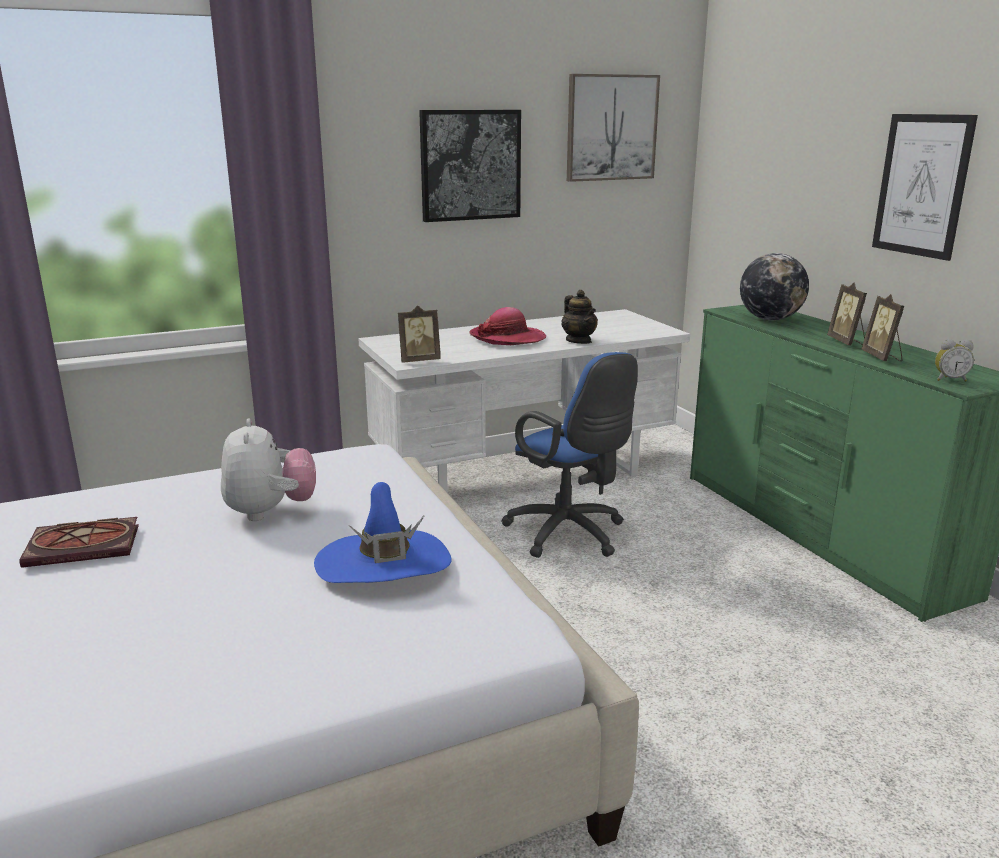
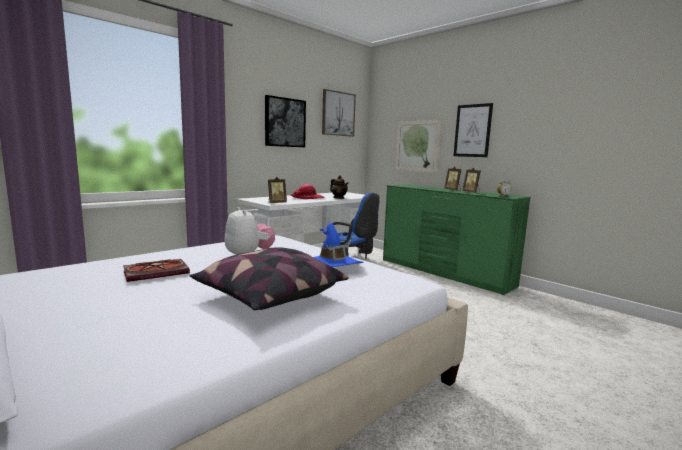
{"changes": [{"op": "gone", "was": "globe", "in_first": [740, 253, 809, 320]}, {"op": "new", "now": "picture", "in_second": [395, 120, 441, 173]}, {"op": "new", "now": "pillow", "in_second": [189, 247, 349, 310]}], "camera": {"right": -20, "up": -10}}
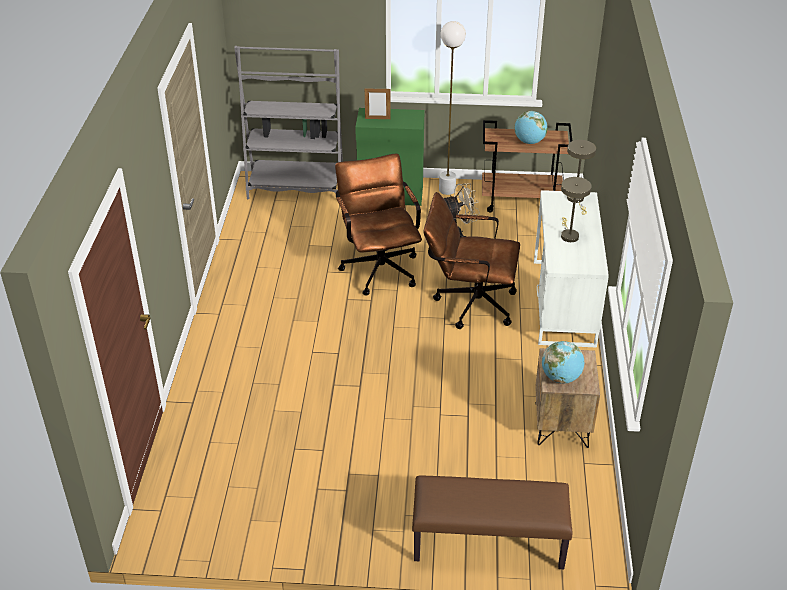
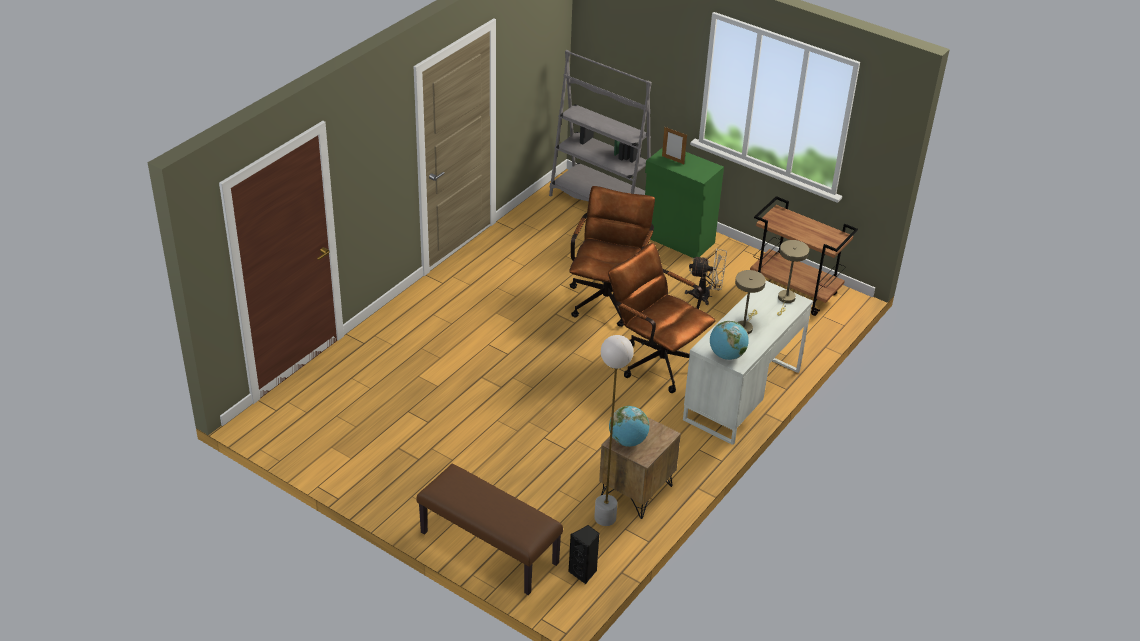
{"changes": [{"op": "shifted", "was": "white floor lamp", "in_first": [439, 21, 466, 195], "in_second": [594, 335, 634, 526]}, {"op": "shifted", "was": "globe", "in_first": [515, 111, 548, 144], "in_second": [710, 321, 749, 360]}, {"op": "new", "now": "black speaker", "in_second": [569, 525, 600, 584]}], "camera": {"right": 30, "up": 0}}
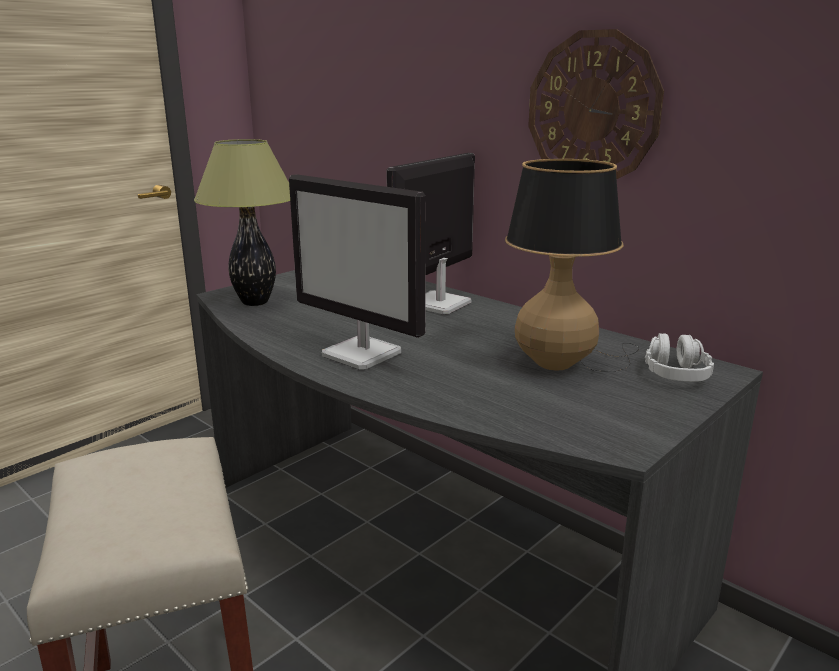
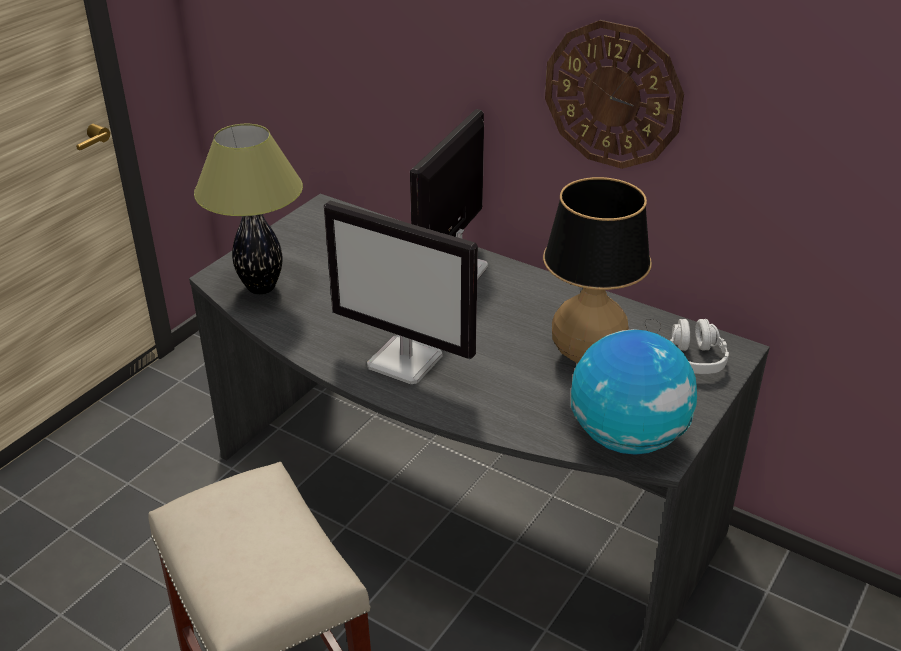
{"changes": [{"op": "new", "now": "globe", "in_second": [571, 329, 697, 455]}], "camera": {"right": -10, "up": 15}}
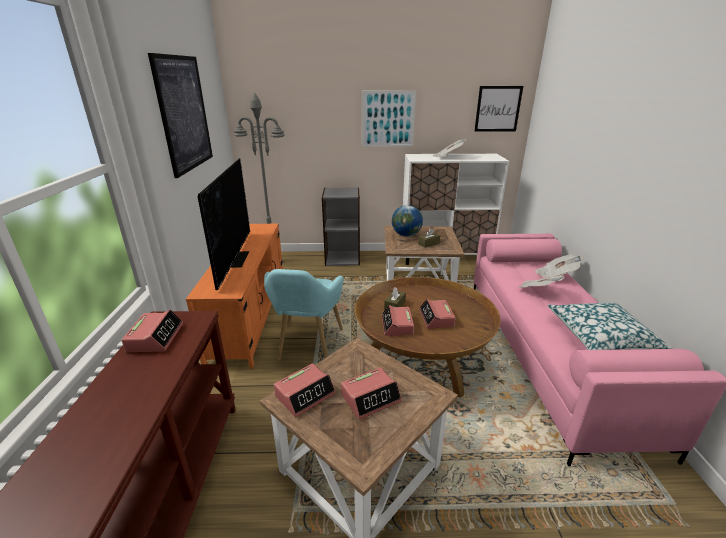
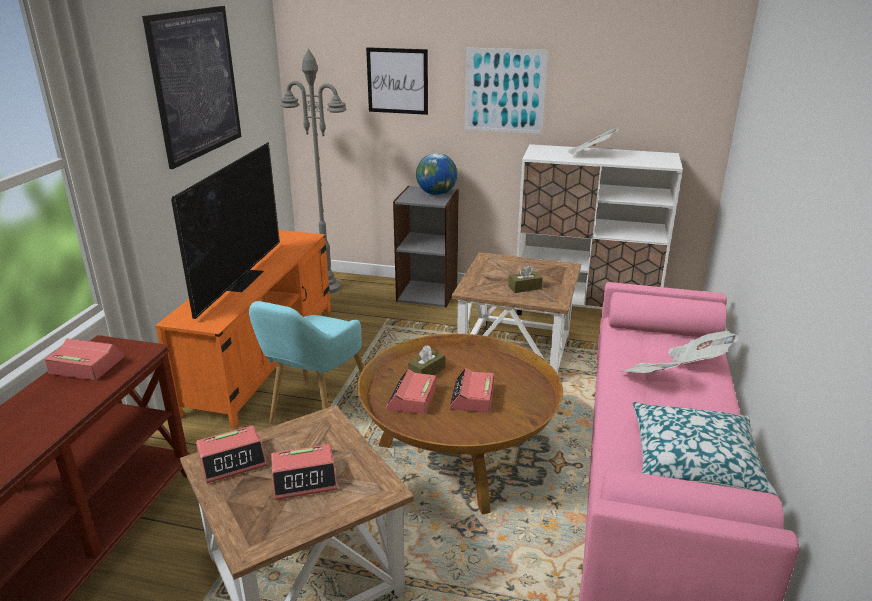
{"changes": [{"op": "shifted", "was": "picture", "in_first": [474, 86, 523, 131], "in_second": [366, 47, 428, 115]}, {"op": "shifted", "was": "globe", "in_first": [392, 205, 423, 236], "in_second": [416, 153, 457, 195]}, {"op": "rotated", "was": "alarm clock", "in_first": [122, 310, 183, 352], "in_second": [44, 338, 124, 380], "clockwise": -90}], "camera": {"right": 15, "up": 0}}
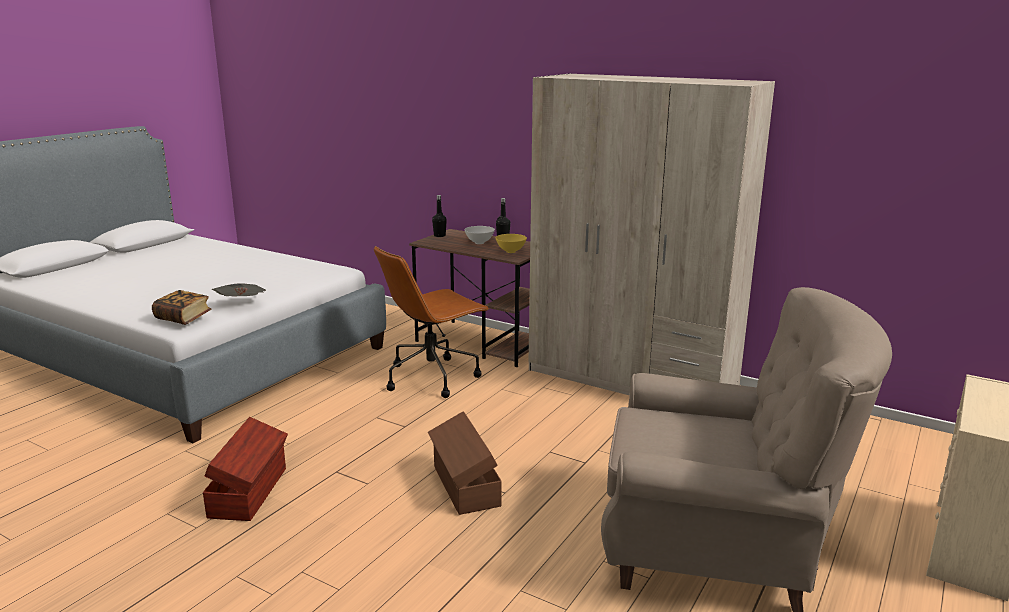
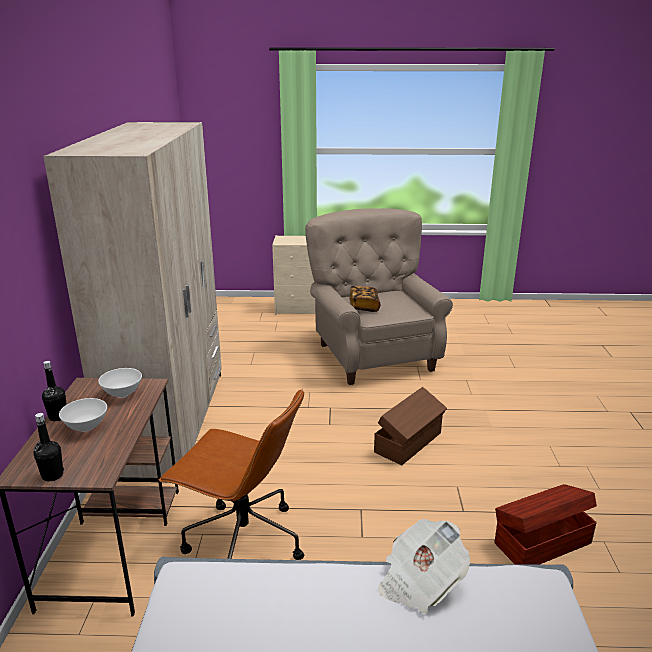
{"changes": [{"op": "repainted", "was": "yellow bowl", "now": "white bowl", "in_first": [496, 234, 527, 253], "in_second": [98, 368, 142, 398]}, {"op": "shifted", "was": "book", "in_first": [152, 290, 211, 325], "in_second": [349, 286, 380, 312]}], "camera": {"right": -120, "up": 5}}
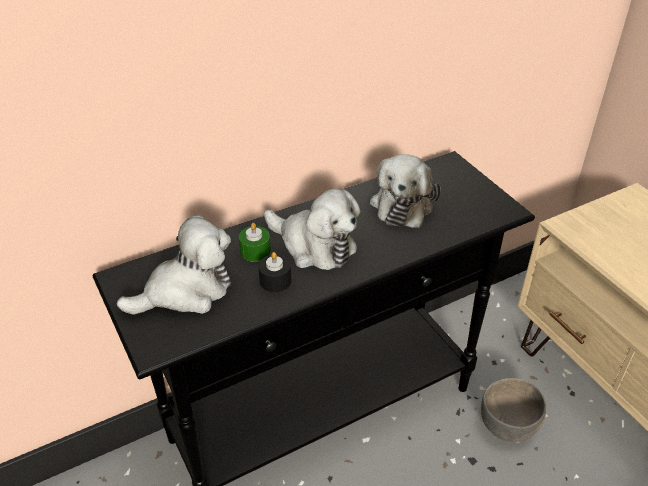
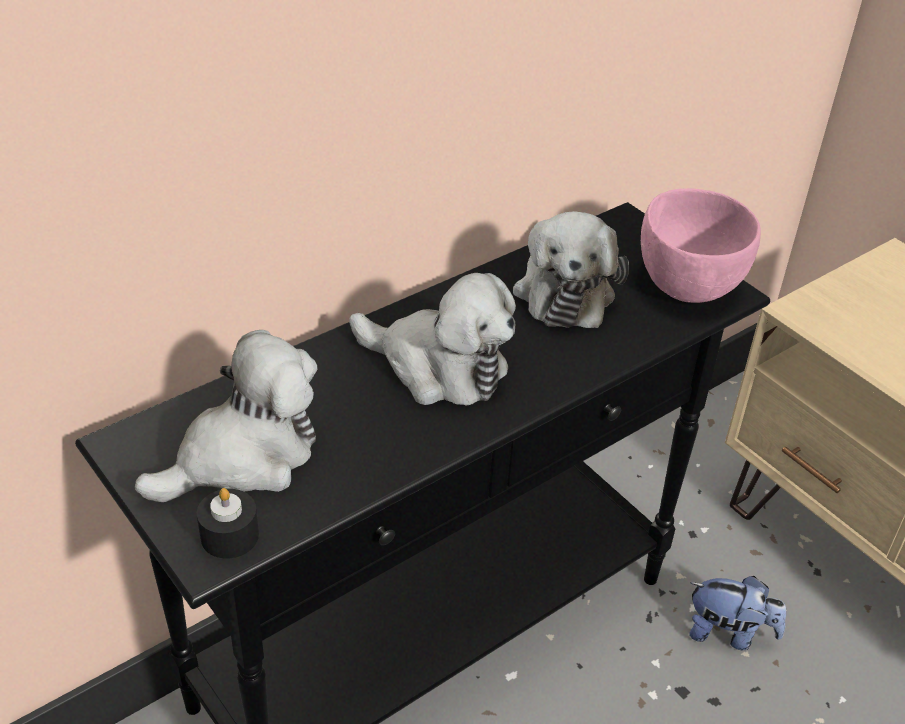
{"changes": [{"op": "gone", "was": "green candle", "in_first": [239, 223, 271, 262]}, {"op": "shifted", "was": "black candle", "in_first": [258, 252, 291, 292], "in_second": [197, 488, 259, 558]}, {"op": "swapped", "was": "grey bowl", "now": "plush toy", "in_first": [481, 378, 546, 442], "in_second": [689, 576, 786, 650]}, {"op": "new", "now": "pink bowl", "in_second": [641, 188, 761, 303]}], "camera": {"right": -10, "up": 0}}
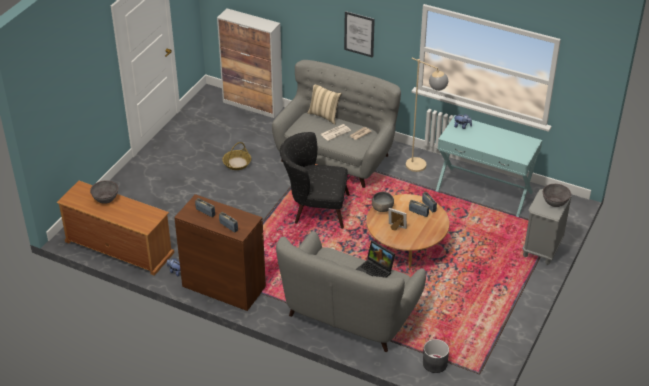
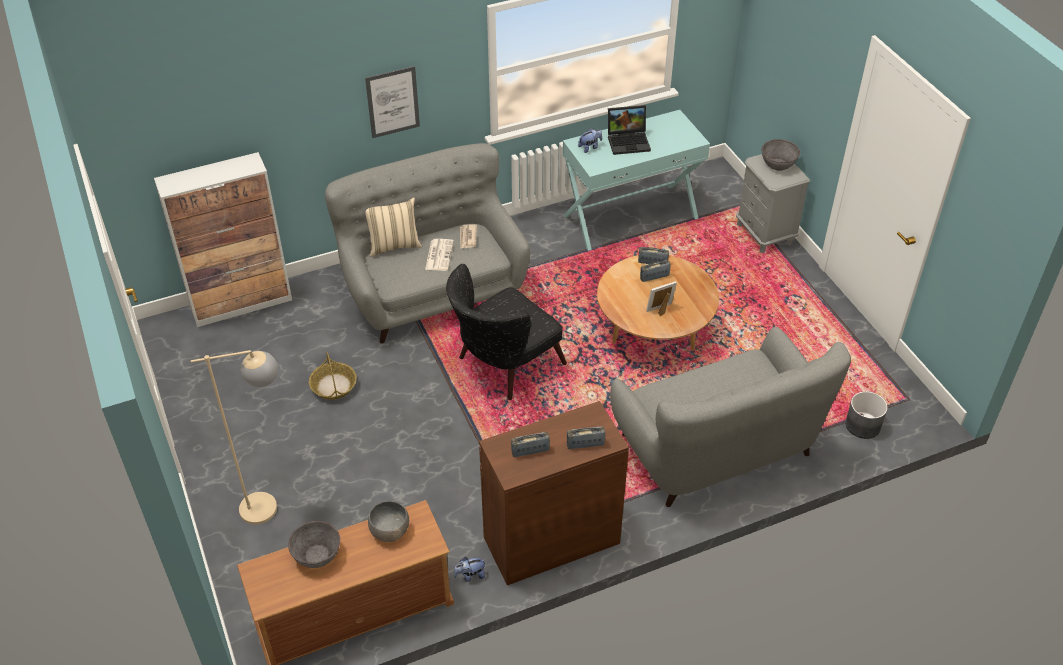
{"changes": [{"op": "shifted", "was": "beige floor lamp", "in_first": [406, 58, 448, 172], "in_second": [191, 350, 278, 524]}, {"op": "shifted", "was": "grey bowl", "in_first": [372, 192, 394, 212], "in_second": [368, 501, 409, 542]}, {"op": "shifted", "was": "laptop", "in_first": [356, 240, 395, 278], "in_second": [608, 105, 651, 155]}], "camera": {"right": -50, "up": 5}}
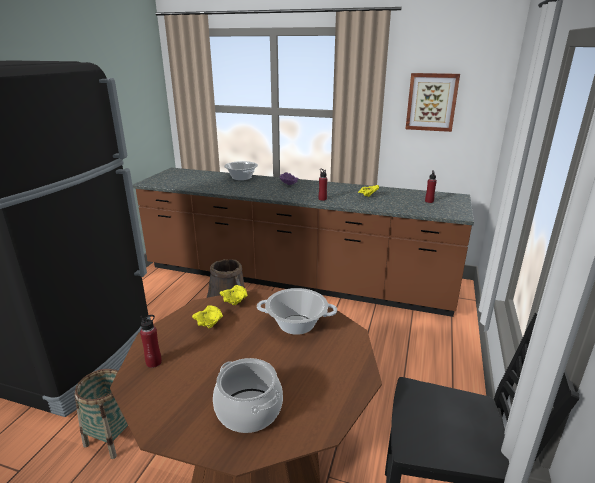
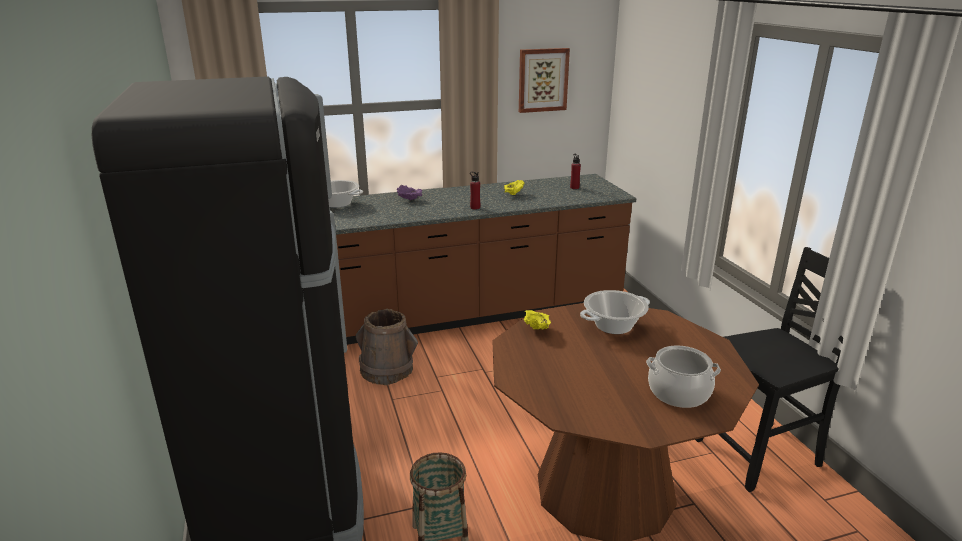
{"changes": [{"op": "gone", "was": "yellow bowl", "in_first": [192, 305, 223, 328]}, {"op": "gone", "was": "red bottle", "in_first": [140, 315, 162, 368]}], "camera": {"right": -35, "up": 0}}
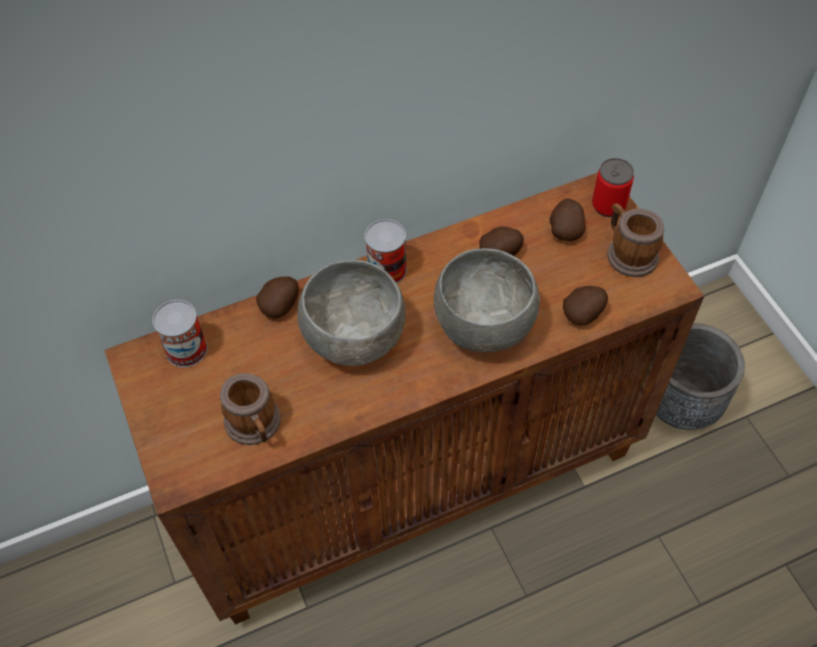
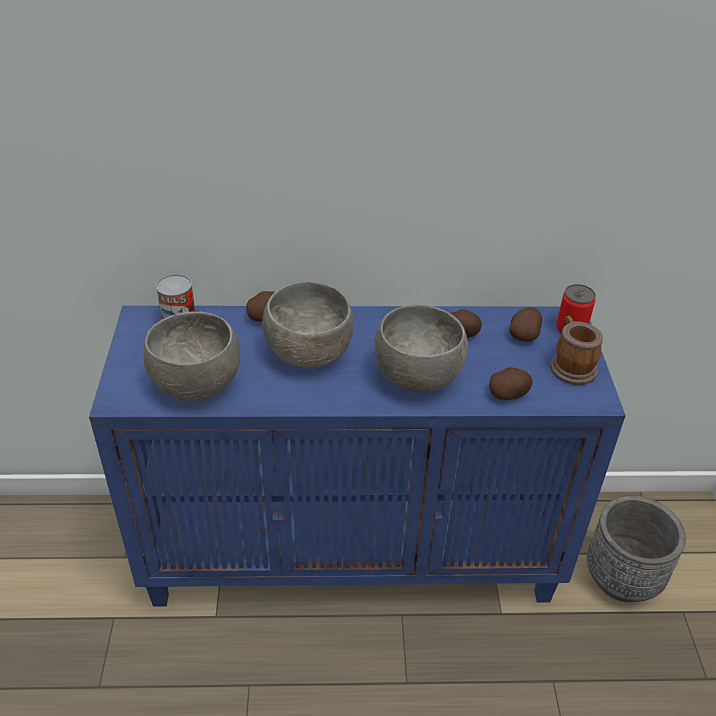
{"changes": [{"op": "repainted", "was": "brown cabinet", "now": "blue cabinet", "in_first": [104, 173, 704, 624], "in_second": [89, 306, 626, 607]}, {"op": "gone", "was": "can", "in_first": [365, 219, 407, 283]}, {"op": "swapped", "was": "mug", "now": "grey bowl", "in_first": [220, 373, 281, 445], "in_second": [143, 311, 240, 401]}], "camera": {"right": 20, "up": -15}}
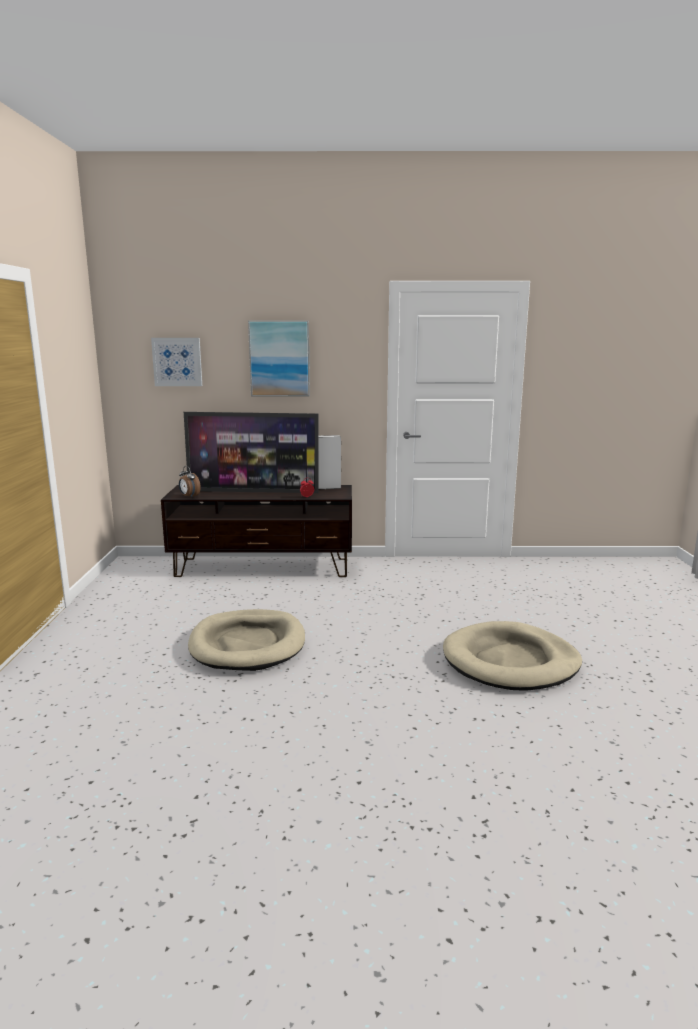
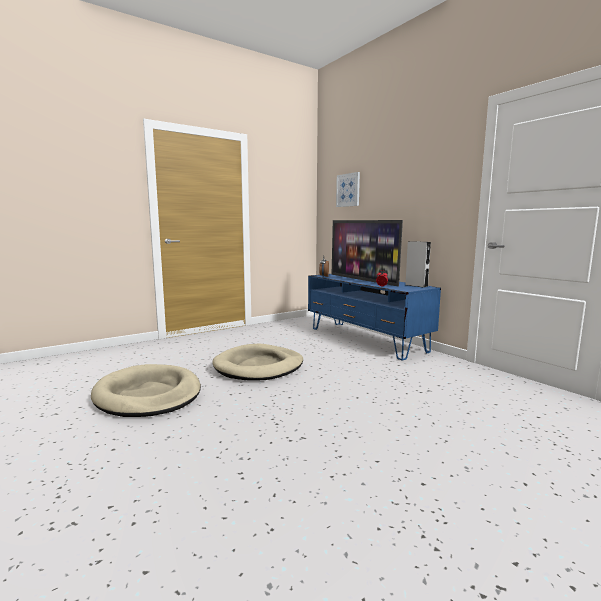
{"changes": [{"op": "gone", "was": "picture", "in_first": [248, 320, 310, 397]}, {"op": "repainted", "was": "brown tv stand", "now": "blue tv stand", "in_first": [161, 485, 352, 577], "in_second": [308, 274, 441, 360]}, {"op": "shifted", "was": "beige dog bed", "in_first": [443, 621, 582, 691], "in_second": [91, 364, 201, 417]}], "camera": {"right": 55, "up": -5}}
